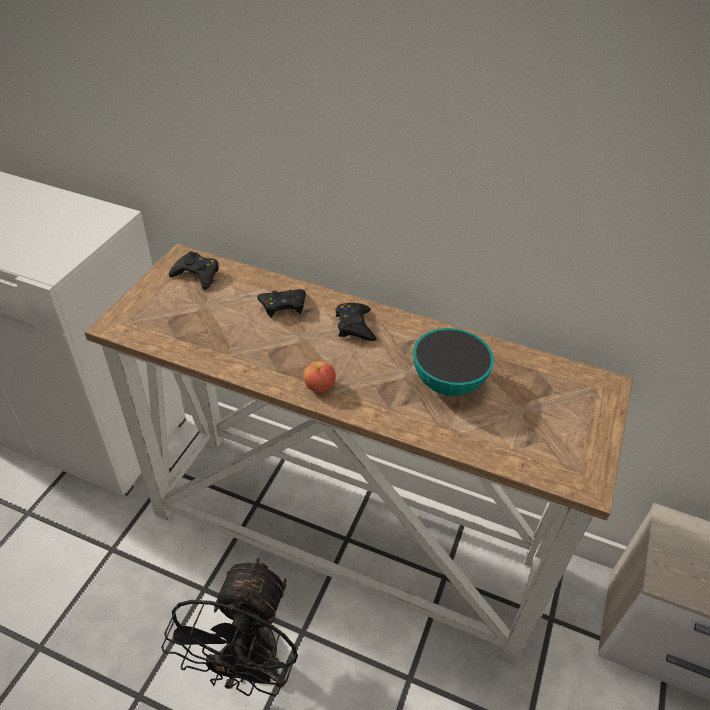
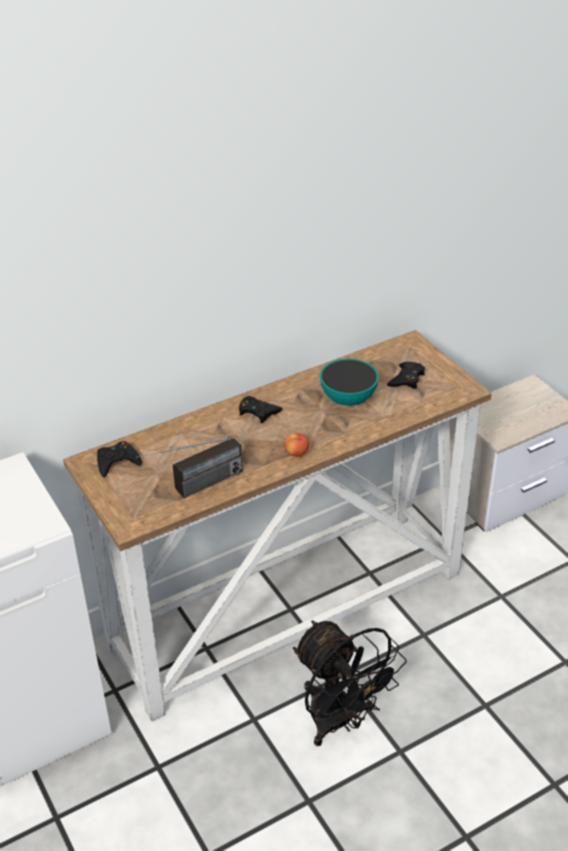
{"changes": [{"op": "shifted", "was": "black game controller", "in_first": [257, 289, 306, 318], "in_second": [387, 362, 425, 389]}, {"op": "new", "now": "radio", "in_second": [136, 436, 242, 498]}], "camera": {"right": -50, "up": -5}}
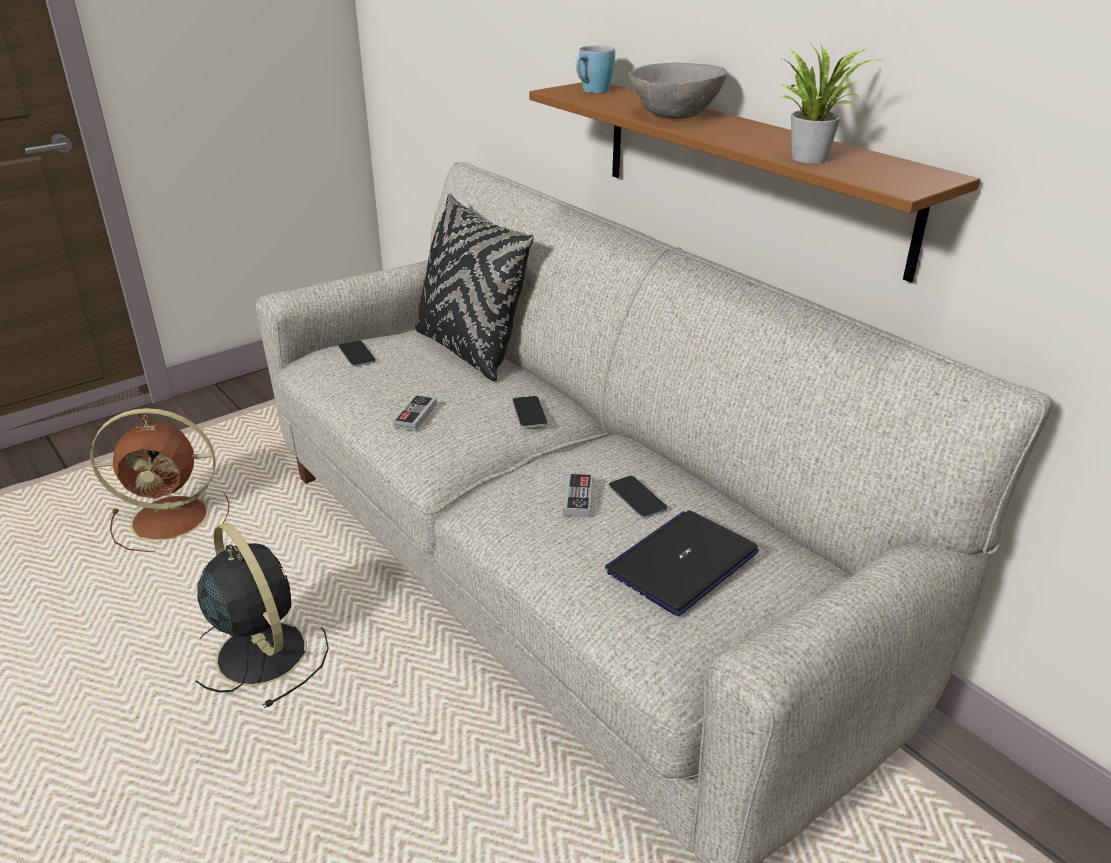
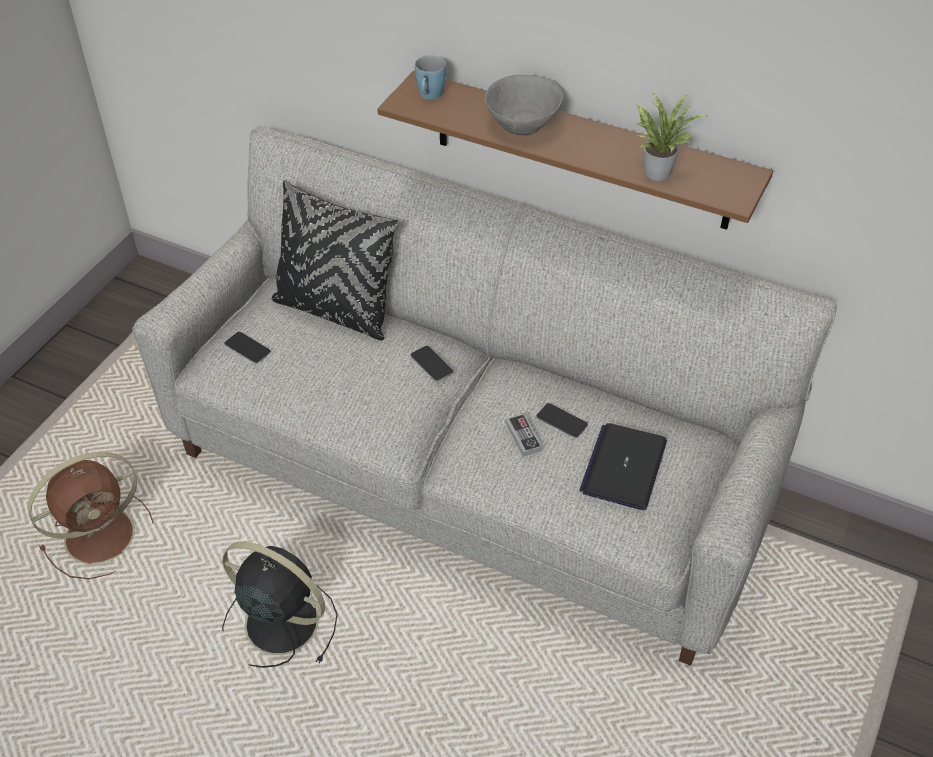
{"changes": [{"op": "gone", "was": "game controller", "in_first": [393, 395, 437, 431]}], "camera": {"right": -25, "up": 15}}
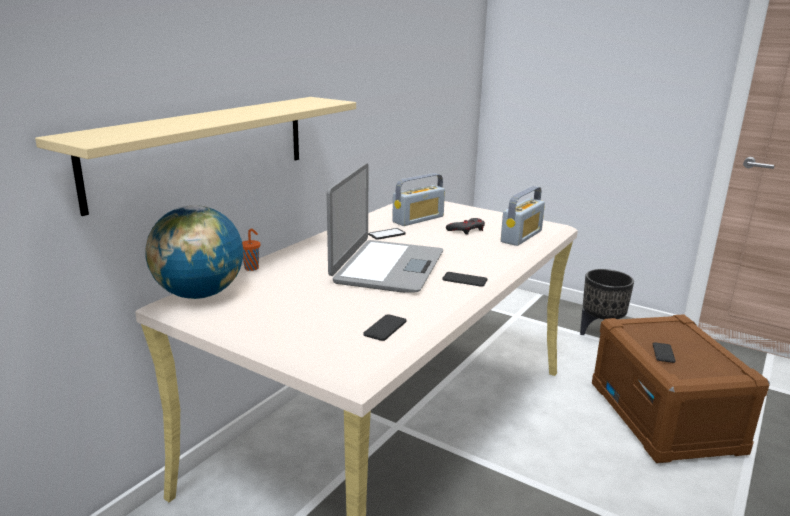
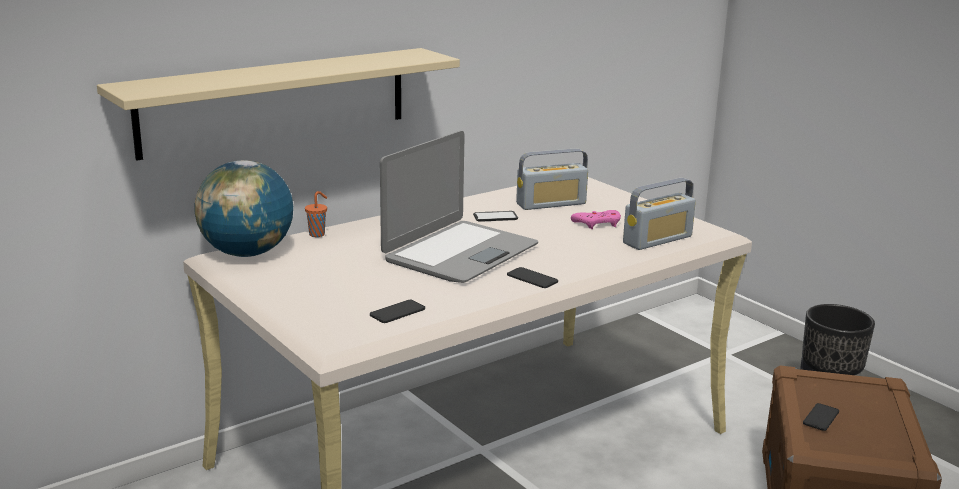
{"changes": [{"op": "repainted", "was": "grey game controller", "now": "pink game controller", "in_first": [446, 218, 485, 235], "in_second": [571, 210, 621, 229]}], "camera": {"right": 20, "up": 0}}
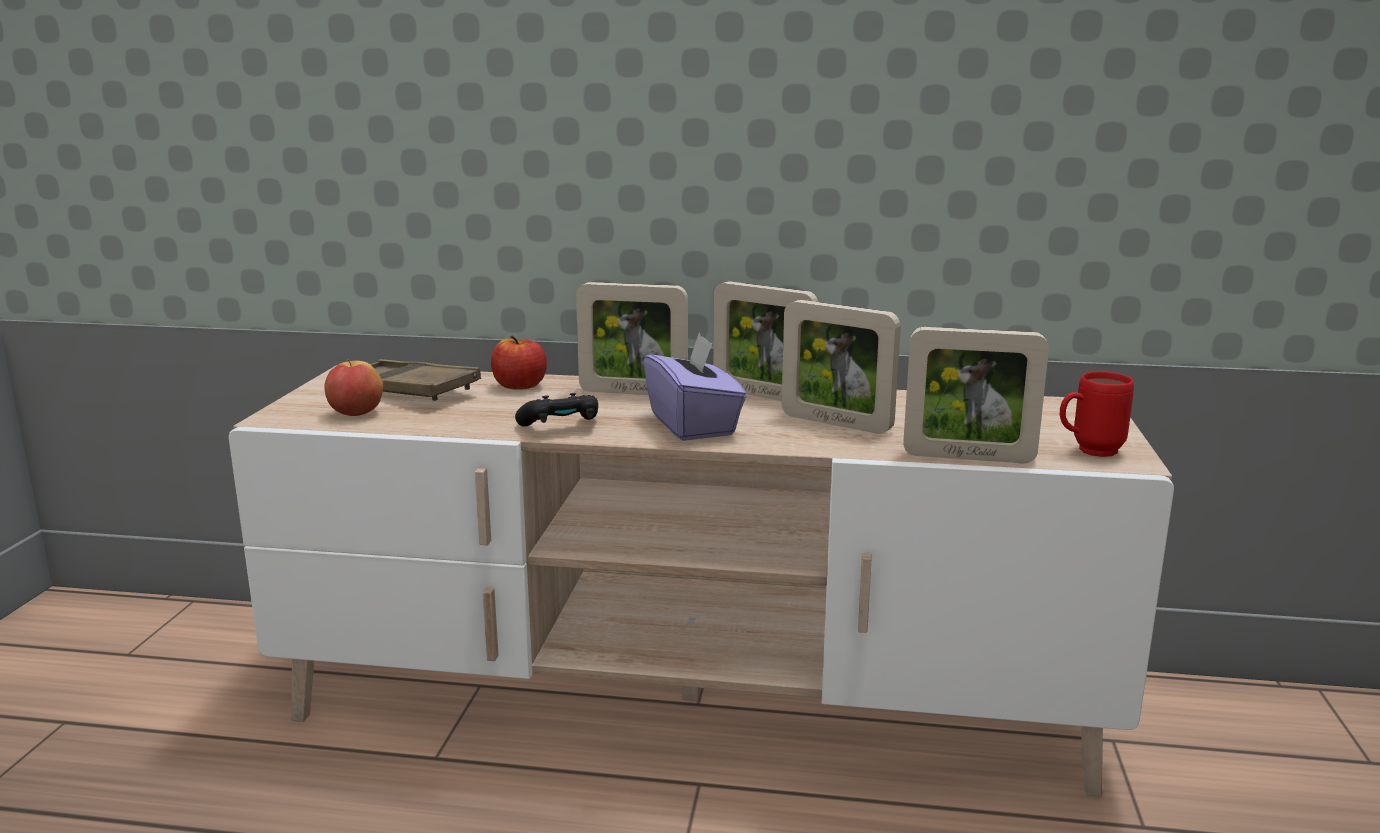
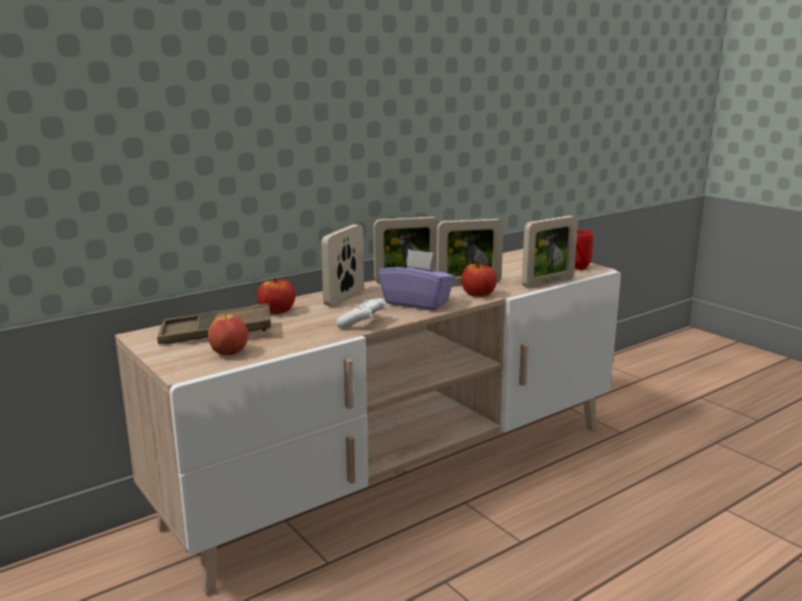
{"changes": [{"op": "rotated", "was": "picture frame", "in_first": [576, 282, 688, 395], "in_second": [321, 224, 364, 306], "clockwise": 150}, {"op": "repainted", "was": "black game controller", "now": "white game controller", "in_first": [515, 393, 598, 427], "in_second": [336, 298, 387, 329]}, {"op": "new", "now": "apple", "in_second": [462, 262, 497, 297]}], "camera": {"right": -45, "up": 0}}
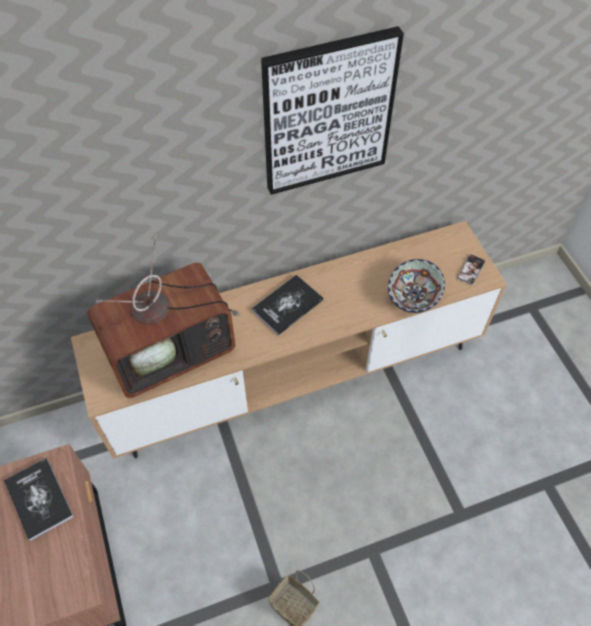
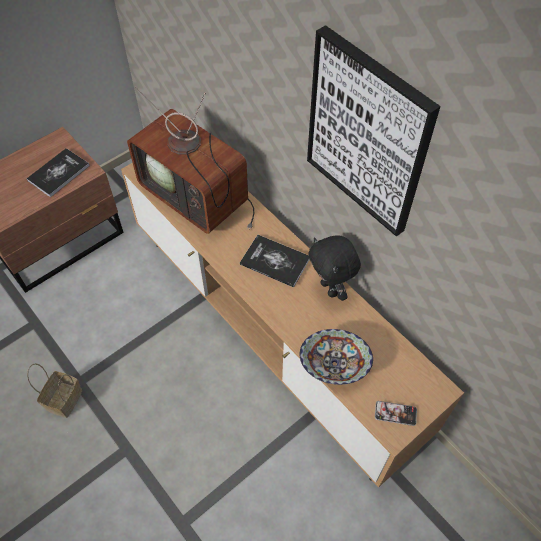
{"changes": [{"op": "new", "now": "black plush toy", "in_second": [308, 235, 361, 301]}], "camera": {"right": 70, "up": 0}}
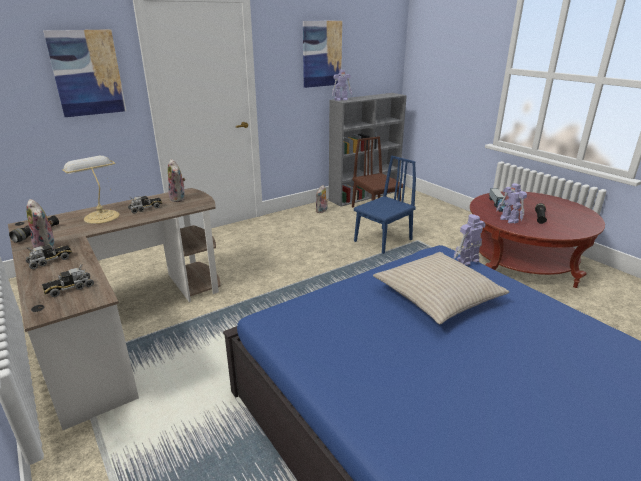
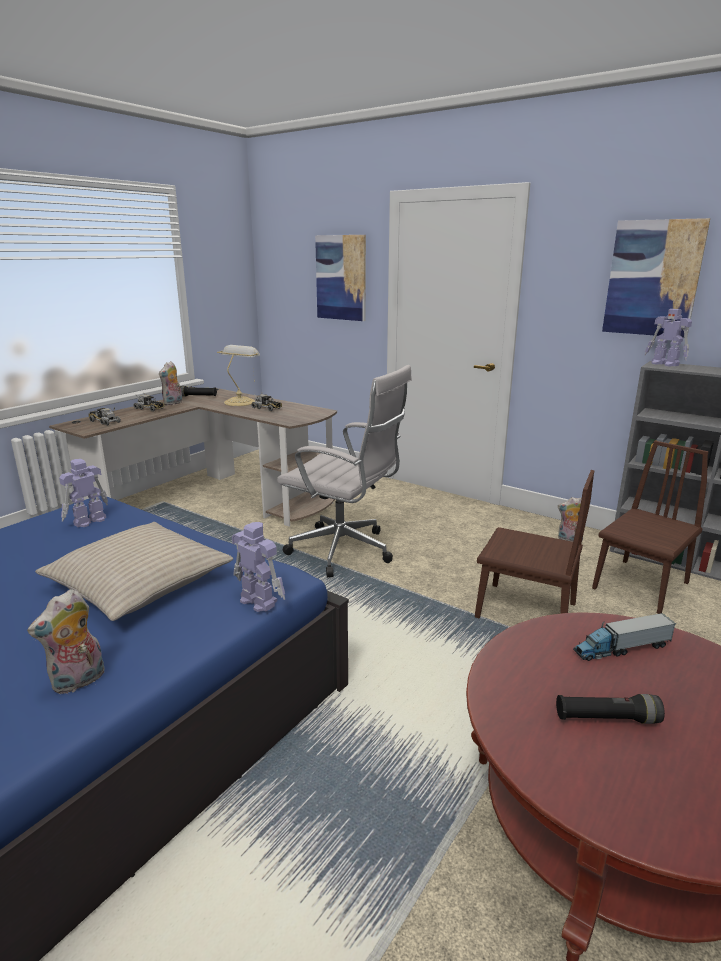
{"changes": [{"op": "repainted", "was": "blue chair", "now": "brown chair", "in_first": [354, 156, 416, 254], "in_second": [475, 470, 594, 618]}, {"op": "shifted", "was": "plush toy", "in_first": [168, 159, 185, 202], "in_second": [27, 589, 104, 694]}, {"op": "shifted", "was": "toy robot", "in_first": [496, 183, 527, 223], "in_second": [59, 459, 108, 527]}, {"op": "new", "now": "white office chair", "in_second": [277, 365, 412, 577]}], "camera": {"right": 70, "up": -5}}
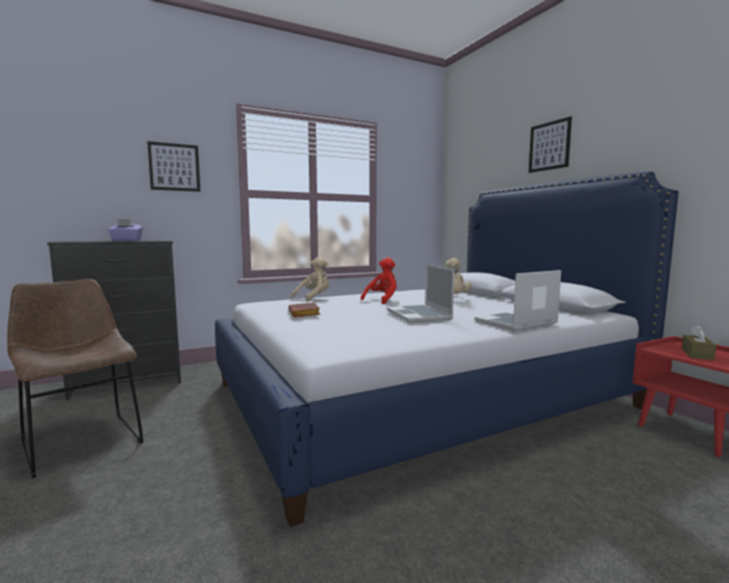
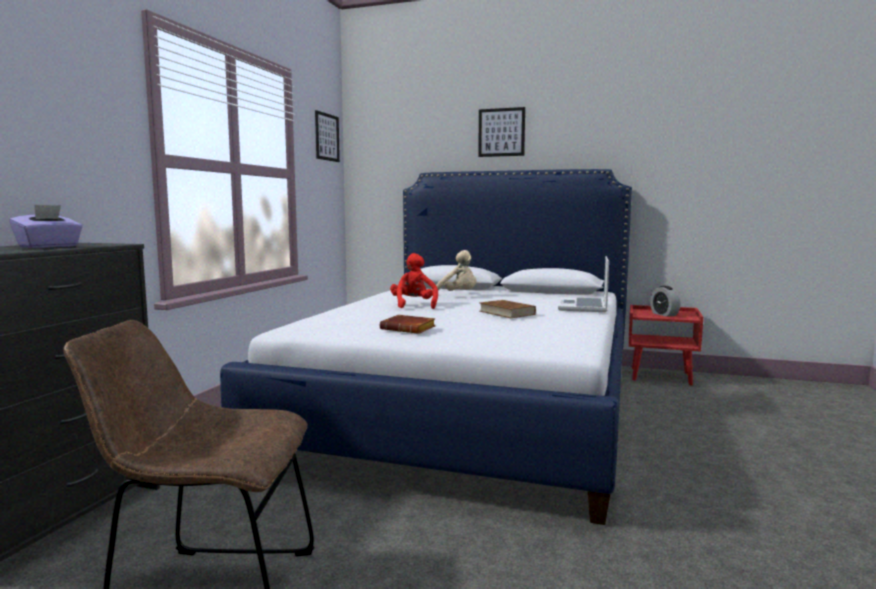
{"changes": [{"op": "shifted", "was": "picture", "in_first": [147, 141, 200, 192], "in_second": [315, 110, 340, 162]}, {"op": "gone", "was": "beige plush toy", "in_first": [291, 257, 329, 301]}, {"op": "swapped", "was": "laptop", "now": "brown book", "in_first": [387, 264, 455, 323], "in_second": [479, 300, 536, 318]}, {"op": "swapped", "was": "brown tissue box", "now": "alarm clock", "in_first": [681, 325, 716, 360], "in_second": [650, 286, 680, 317]}], "camera": {"right": -45, "up": 0}}
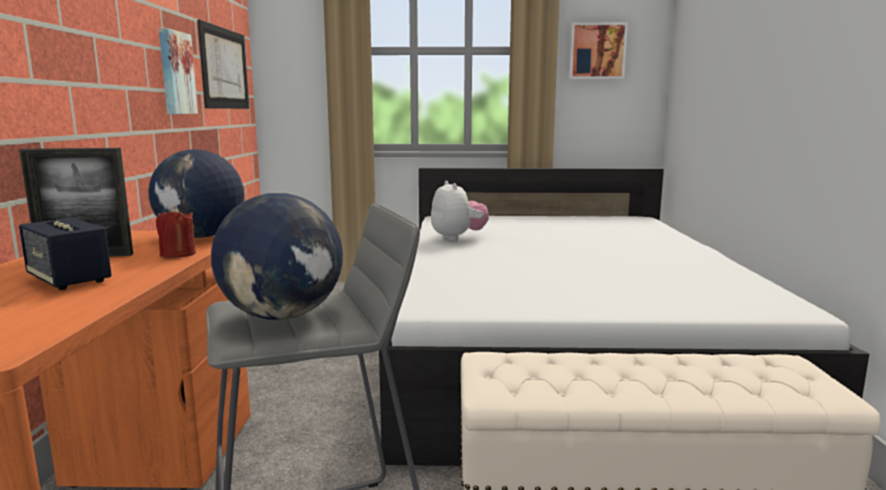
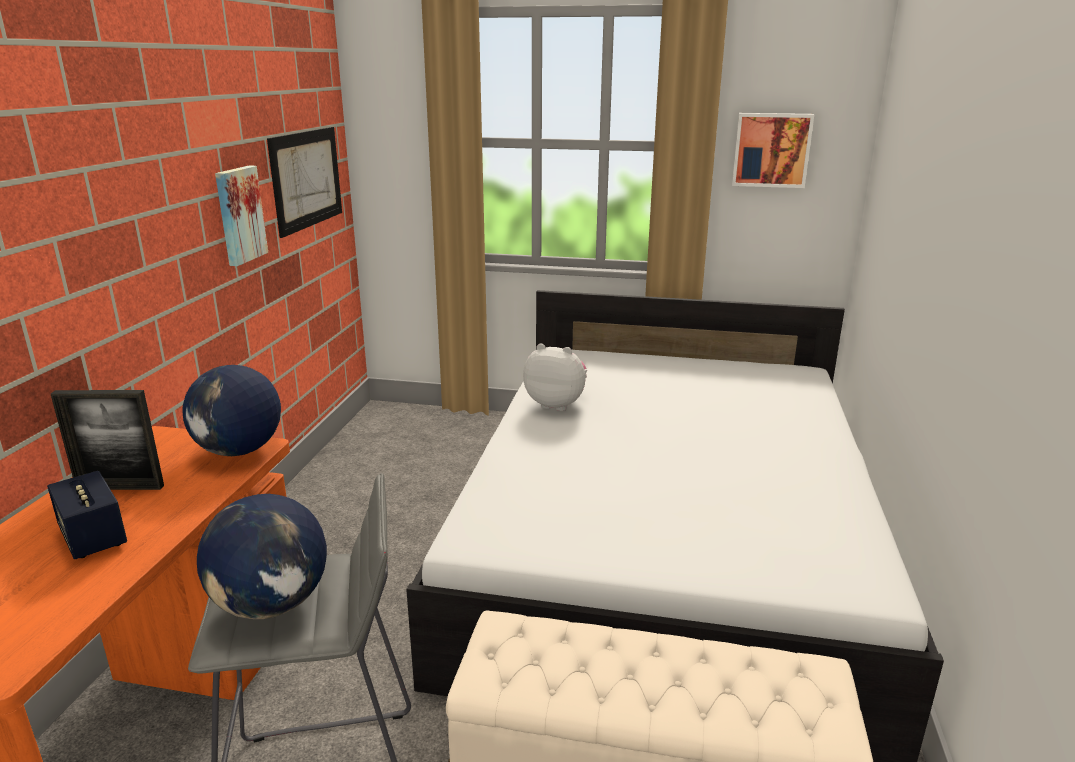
{"changes": [{"op": "rotated", "was": "plush toy", "in_first": [431, 181, 489, 241], "in_second": [523, 344, 587, 411], "clockwise": -60}, {"op": "gone", "was": "red candle", "in_first": [156, 206, 196, 258]}], "camera": {"right": 10, "up": 10}}
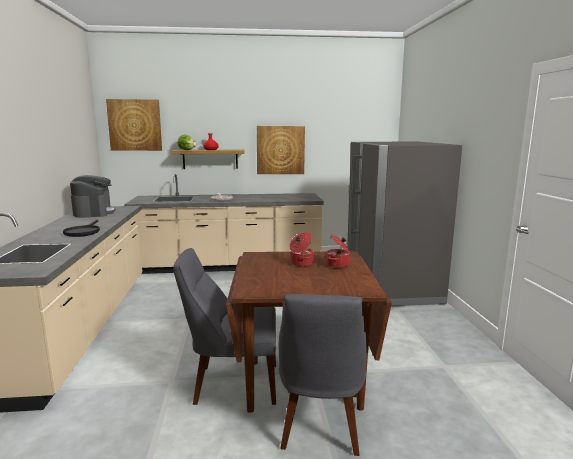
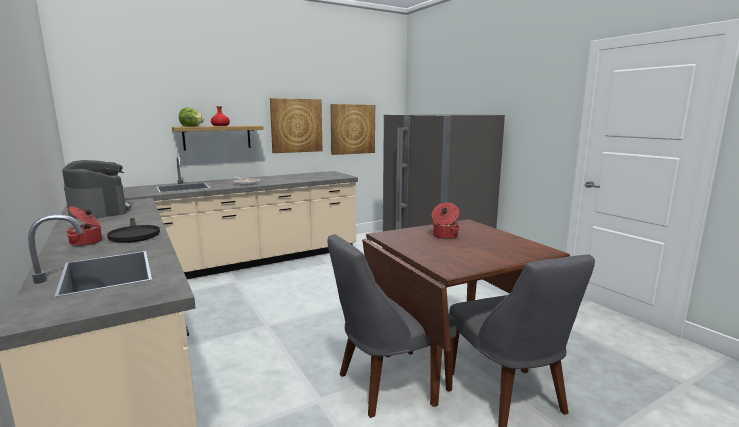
{"changes": [{"op": "shifted", "was": "picture", "in_first": [106, 99, 162, 151], "in_second": [330, 104, 375, 155]}, {"op": "shifted", "was": "cooking pot", "in_first": [325, 234, 350, 268], "in_second": [67, 206, 102, 246]}], "camera": {"right": -25, "up": 0}}
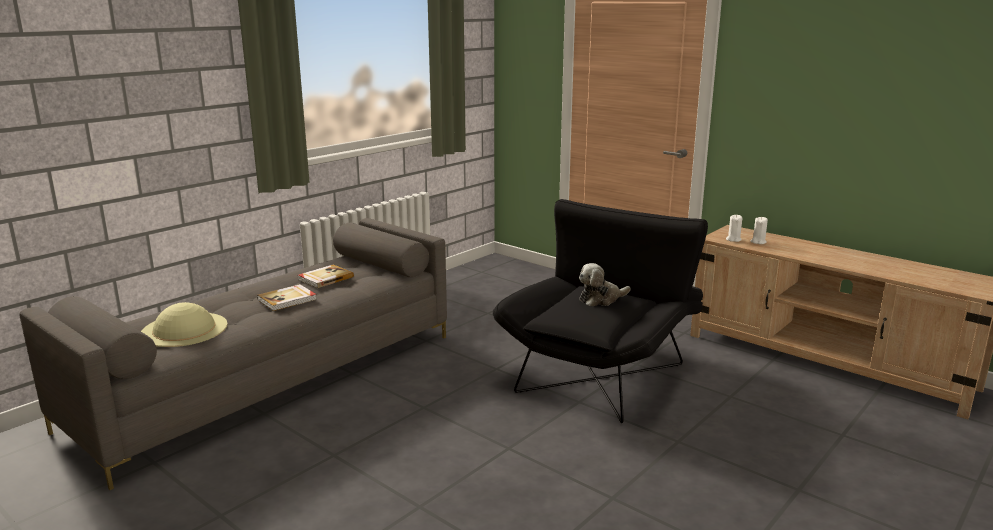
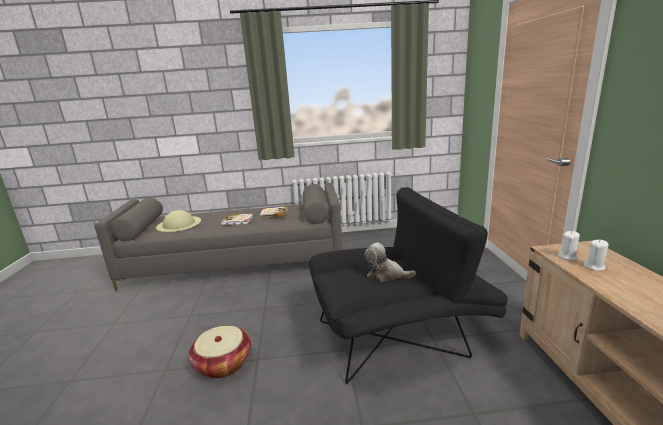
{"changes": [{"op": "new", "now": "basket", "in_second": [189, 326, 251, 378]}], "camera": {"right": 45, "up": 0}}
